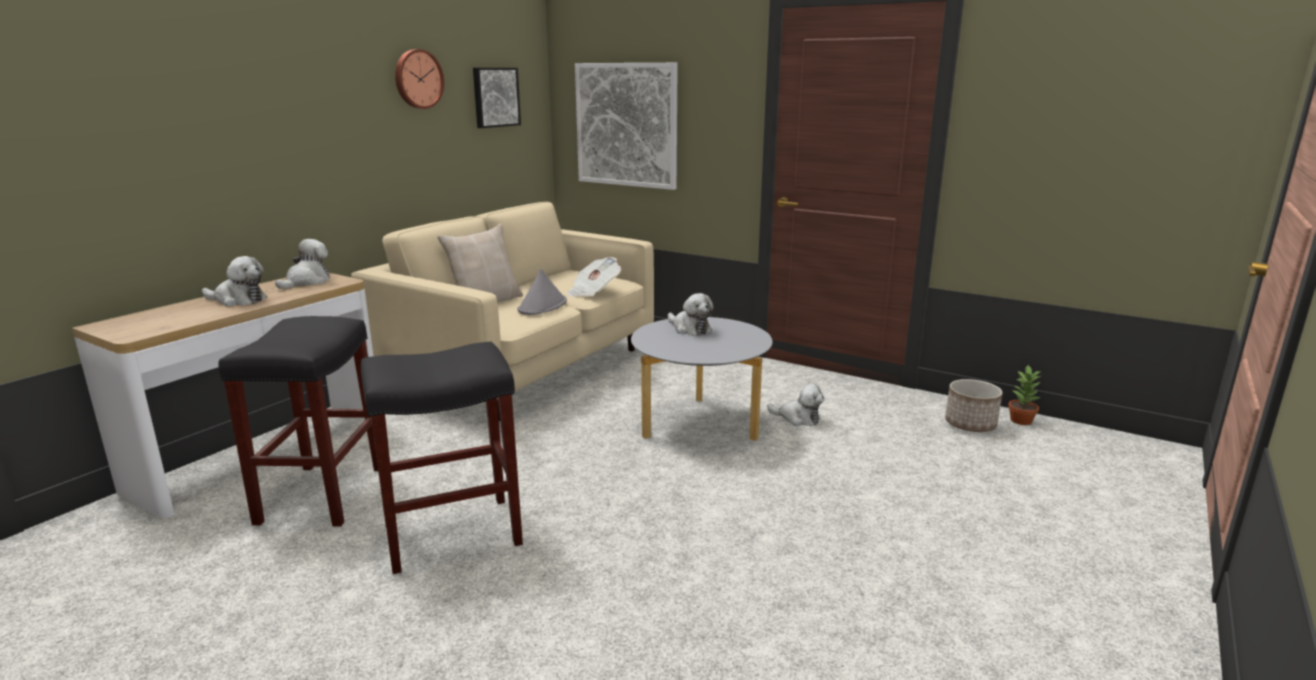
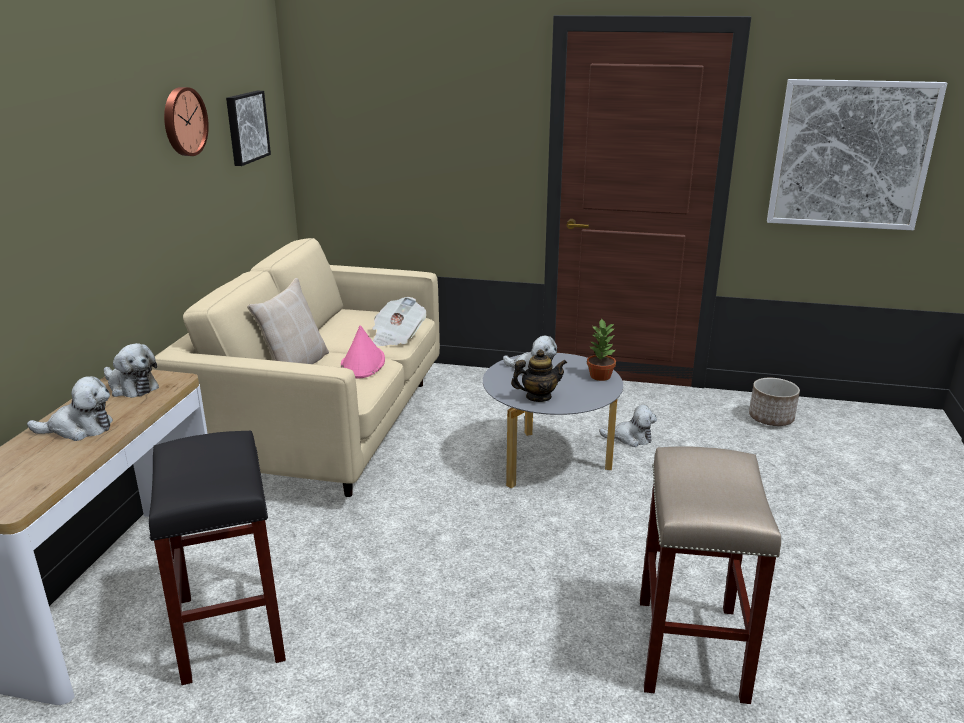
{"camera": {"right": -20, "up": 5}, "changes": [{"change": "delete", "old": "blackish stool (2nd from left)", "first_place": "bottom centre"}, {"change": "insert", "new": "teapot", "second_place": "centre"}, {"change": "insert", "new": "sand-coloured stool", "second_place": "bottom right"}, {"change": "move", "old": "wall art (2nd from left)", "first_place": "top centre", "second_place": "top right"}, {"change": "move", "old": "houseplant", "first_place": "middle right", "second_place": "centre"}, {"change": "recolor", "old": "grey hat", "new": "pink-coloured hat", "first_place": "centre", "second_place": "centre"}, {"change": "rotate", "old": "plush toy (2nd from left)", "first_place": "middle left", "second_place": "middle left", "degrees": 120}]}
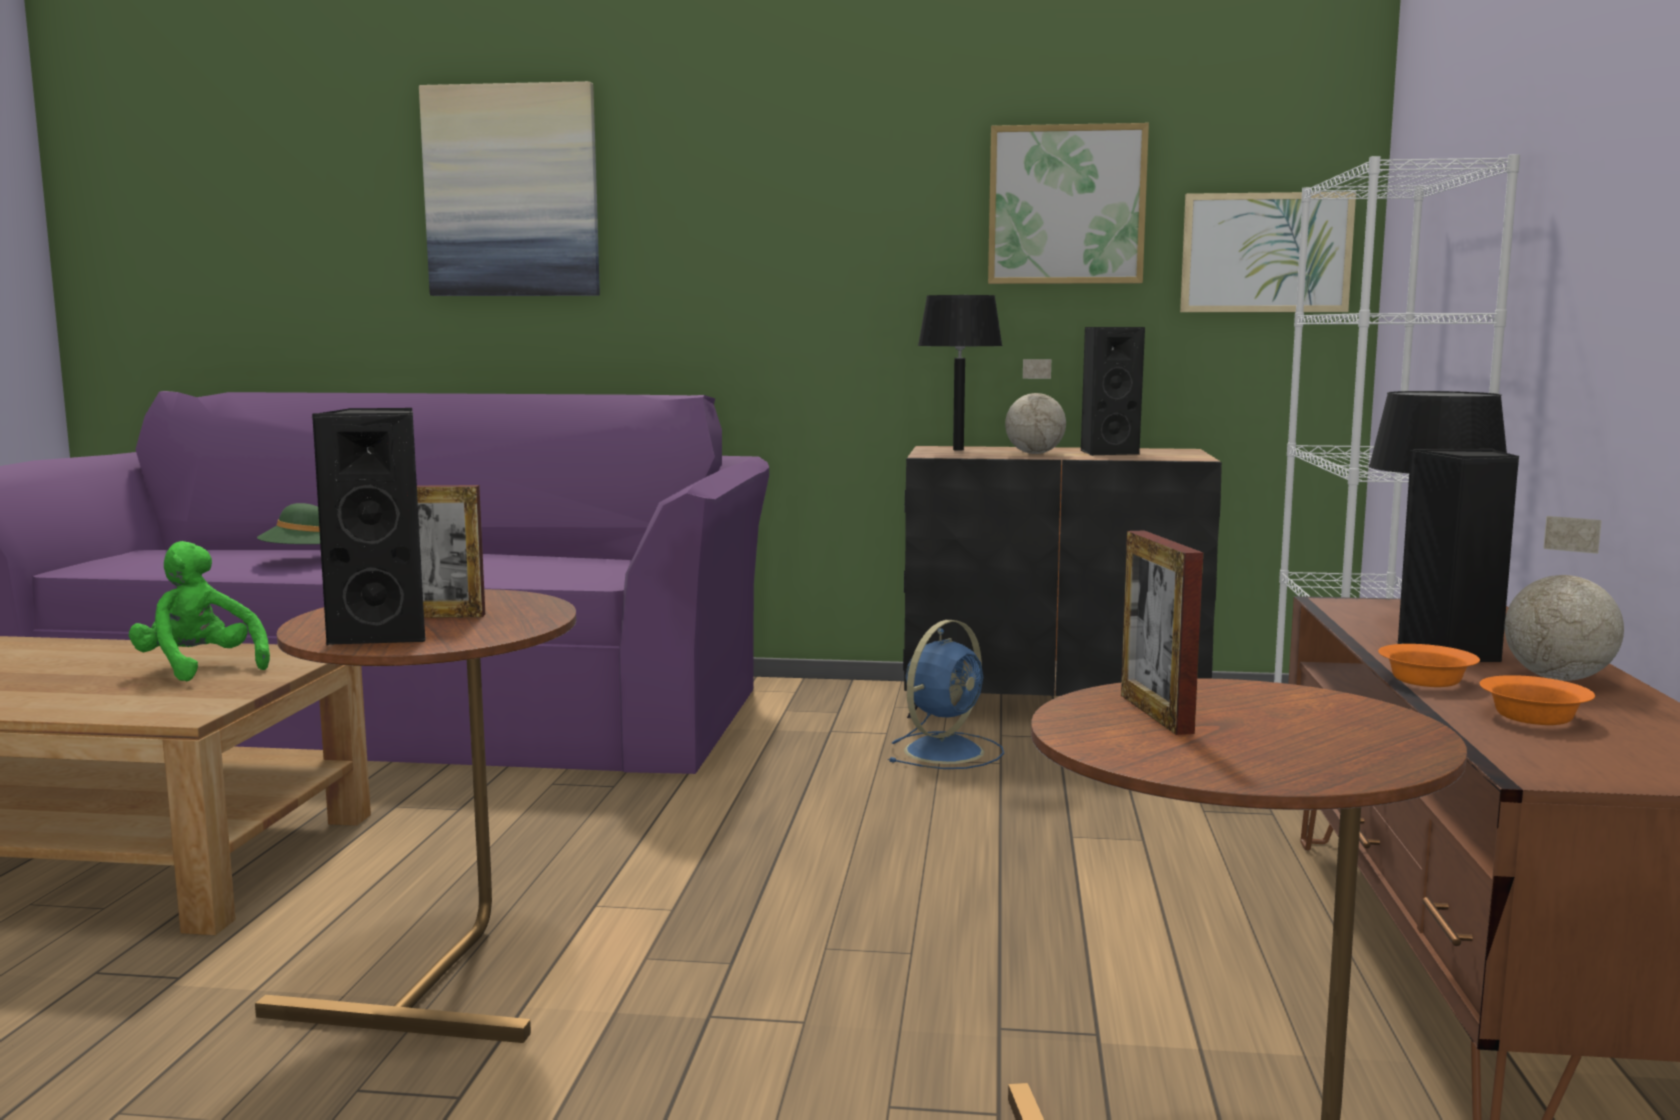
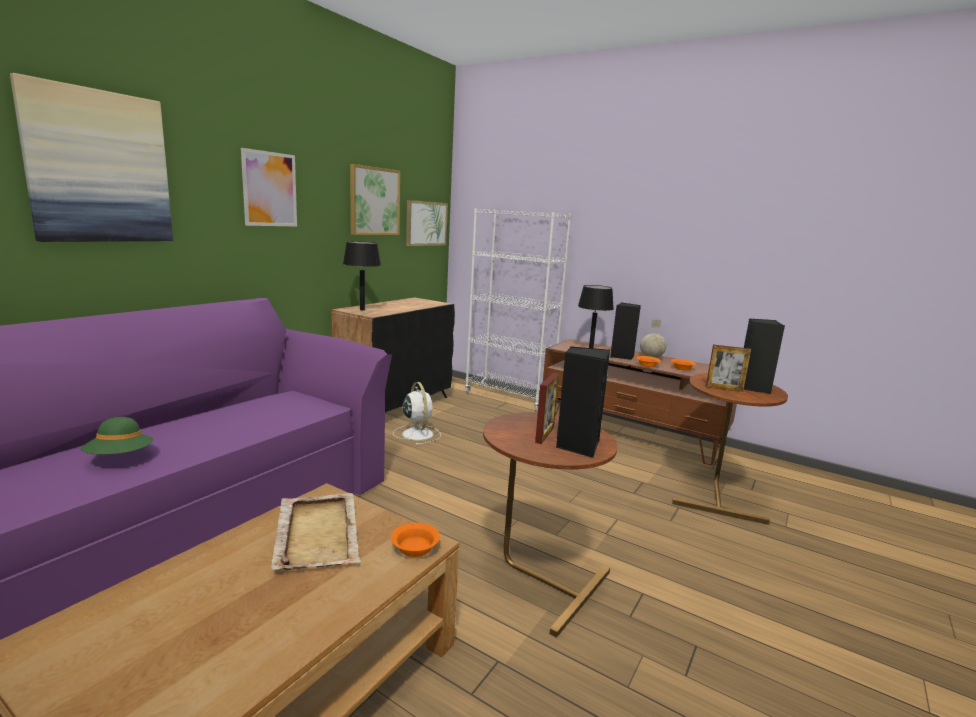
{"camera": {"right": -65, "up": 5}, "changes": [{"change": "delete", "old": "world globe (1st from left)", "first_place": "centre"}, {"change": "insert", "new": "wall art (2nd from left)", "second_place": "top left"}, {"change": "insert", "new": "orangey deep dish (1st from left)", "second_place": "bottom centre"}, {"change": "move", "old": "blackish speaker (2nd from left in the first image)", "new": "blackish speaker (3rd from left)", "first_place": "centre", "second_place": "middle right"}, {"change": "replace", "old": "greenish plush toy", "new": "sand-coloured tray", "first_place": "middle left", "second_place": "bottom left"}, {"change": "recolor", "old": "bluish fan", "new": "whitish fan", "first_place": "centre", "second_place": "centre"}]}
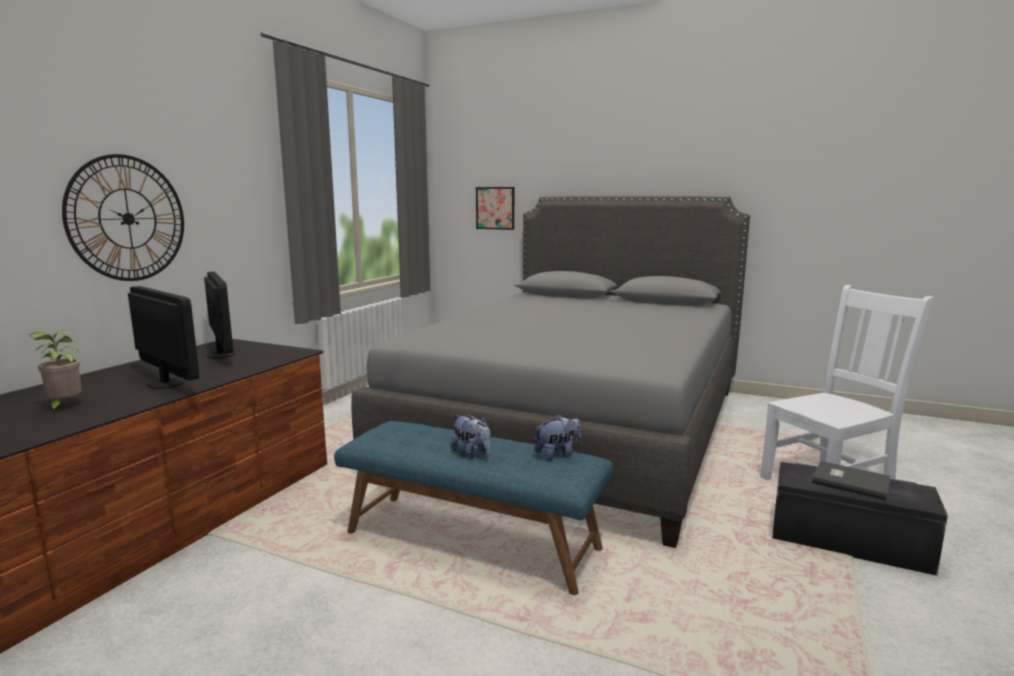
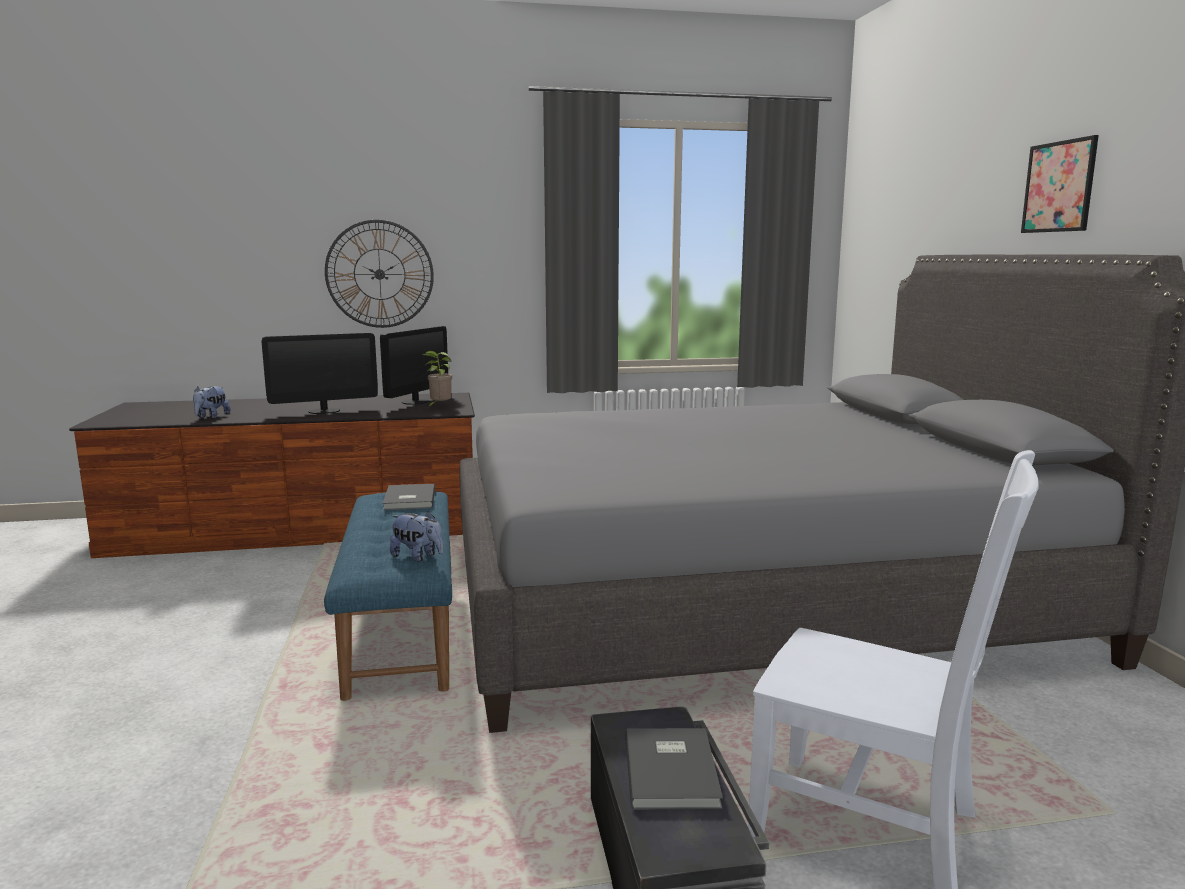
{"camera": {"right": 55, "up": 0}, "changes": [{"change": "insert", "new": "grey bound book (1st from left)", "second_place": "centre"}, {"change": "move", "old": "houseplant", "first_place": "middle left", "second_place": "centre"}, {"change": "move", "old": "plush toy (1st from left)", "first_place": "centre", "second_place": "middle left"}, {"change": "move", "old": "wall art", "first_place": "top centre", "second_place": "top right"}, {"change": "rotate", "old": "monitor (1st from left)", "first_place": "middle left", "second_place": "middle left", "degrees": 60}]}
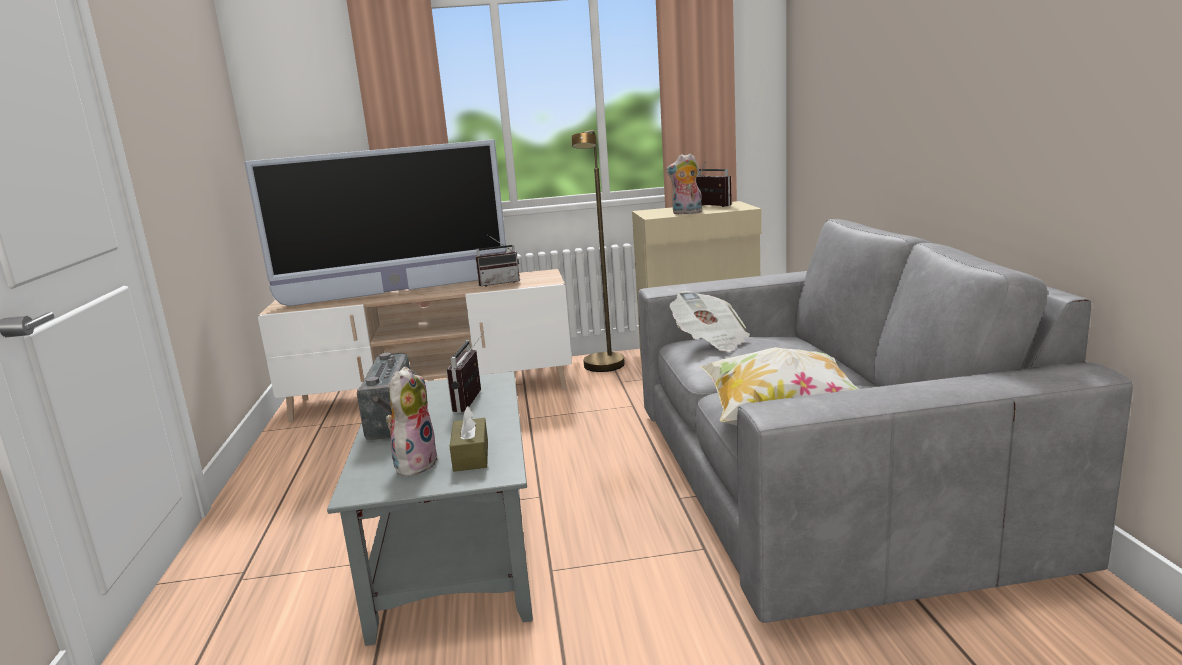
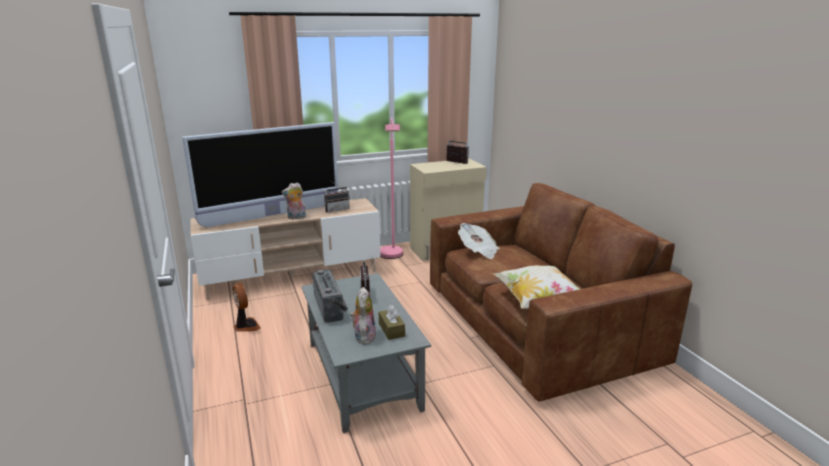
{"camera": {"right": -15, "up": 5}, "changes": [{"change": "insert", "new": "fan", "second_place": "middle left"}, {"change": "move", "old": "plush toy (2nd from left in the first image)", "new": "plush toy (1st from left)", "first_place": "top centre", "second_place": "centre"}, {"change": "recolor", "old": "brownish standing lamp", "new": "pink-coloured standing lamp", "first_place": "centre", "second_place": "centre"}, {"change": "recolor", "old": "grey sofa", "new": "brownish sofa", "first_place": "middle right", "second_place": "middle right"}]}
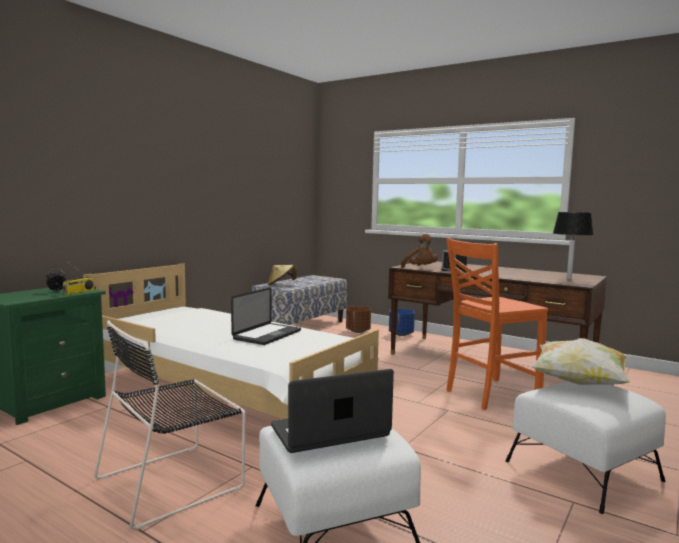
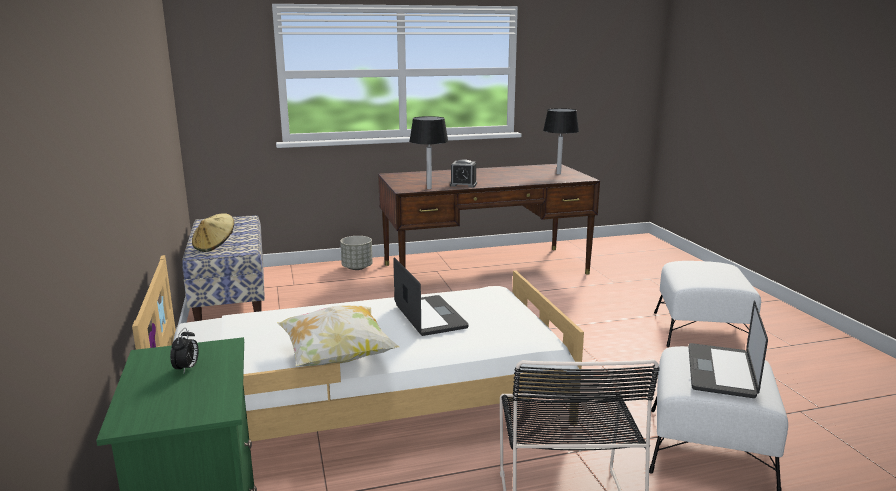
{"camera": {"right": -50, "up": 10}, "changes": [{"change": "delete", "old": "radio receiver", "first_place": "middle left"}, {"change": "delete", "old": "brownish flower pot", "first_place": "centre"}, {"change": "delete", "old": "orangey upright chair", "first_place": "middle right"}, {"change": "move", "old": "cushion", "first_place": "middle right", "second_place": "bottom centre"}, {"change": "replace", "old": "brownish plush toy", "new": "blackish table lamp (1st from left)", "first_place": "centre", "second_place": "top centre"}, {"change": "recolor", "old": "bluish flower pot", "new": "grey flower pot", "first_place": "centre", "second_place": "centre"}]}
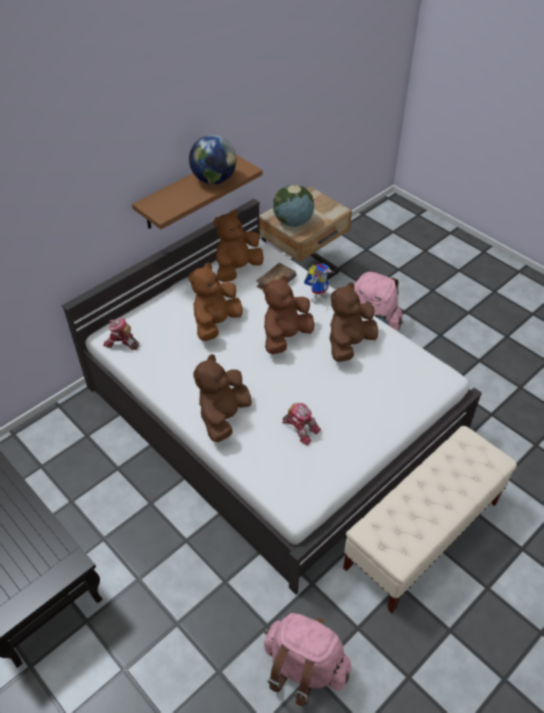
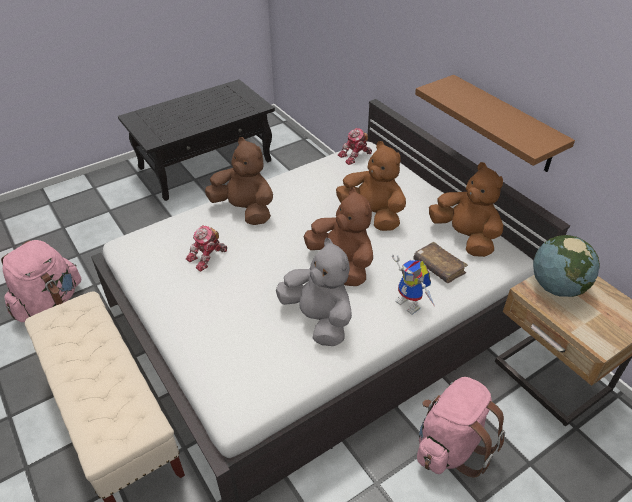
{"camera": {"right": 100, "up": -5}, "changes": [{"change": "delete", "old": "world globe (1st from left)", "first_place": "top centre"}, {"change": "recolor", "old": "brownish plush toy (5th from left)", "new": "grey plush toy", "first_place": "centre", "second_place": "centre"}, {"change": "rotate", "old": "toy robot (1st from left in the first image)", "first_place": "middle left", "second_place": "top centre", "degrees": -150}]}
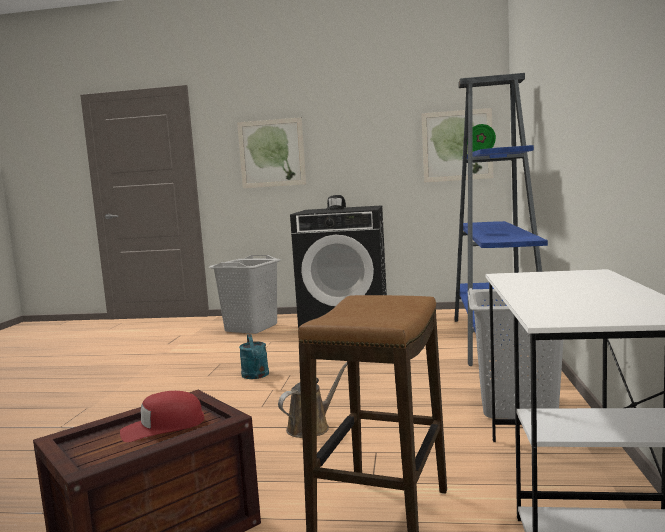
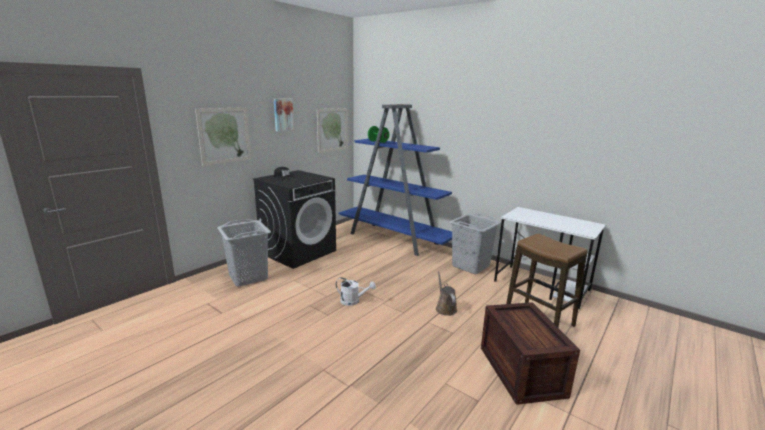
{"camera": {"right": -60, "up": 10}, "changes": [{"change": "delete", "old": "reddish peaked cap", "first_place": "bottom left"}, {"change": "insert", "new": "wall art (2nd from left)", "second_place": "top centre"}, {"change": "recolor", "old": "turquoise-coloured sprinkling can", "new": "whitish sprinkling can", "first_place": "bottom centre", "second_place": "bottom centre"}]}
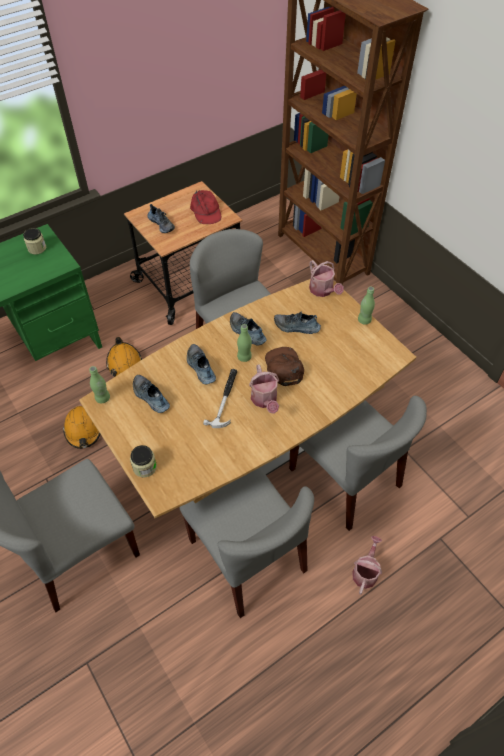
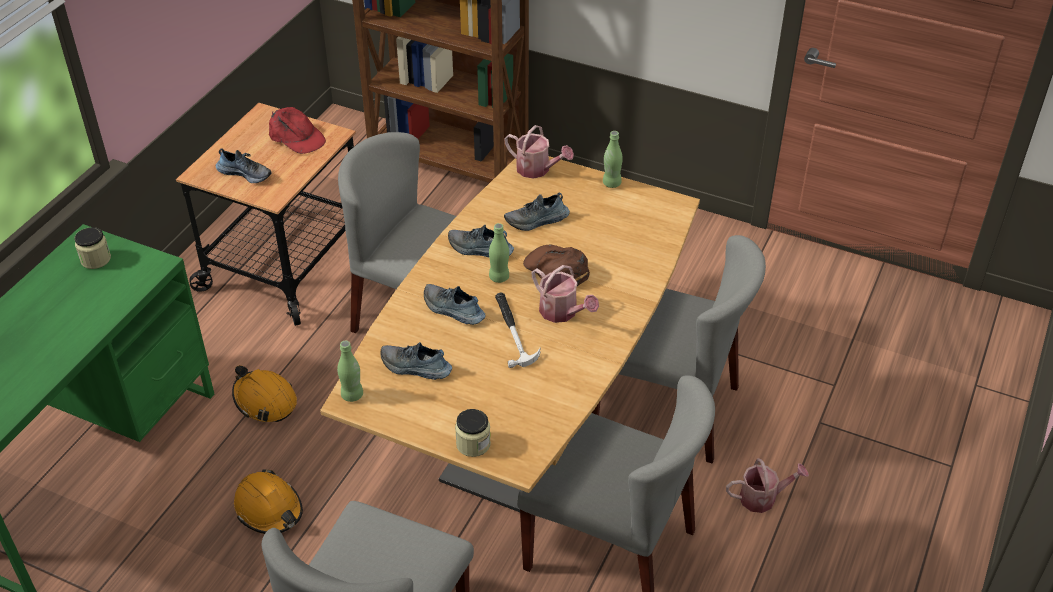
{"camera": {"right": -30, "up": -10}, "changes": [{"change": "rotate", "old": "sprinkling can (3rd from left)", "first_place": "bottom right", "second_place": "bottom right", "degrees": 90}]}
